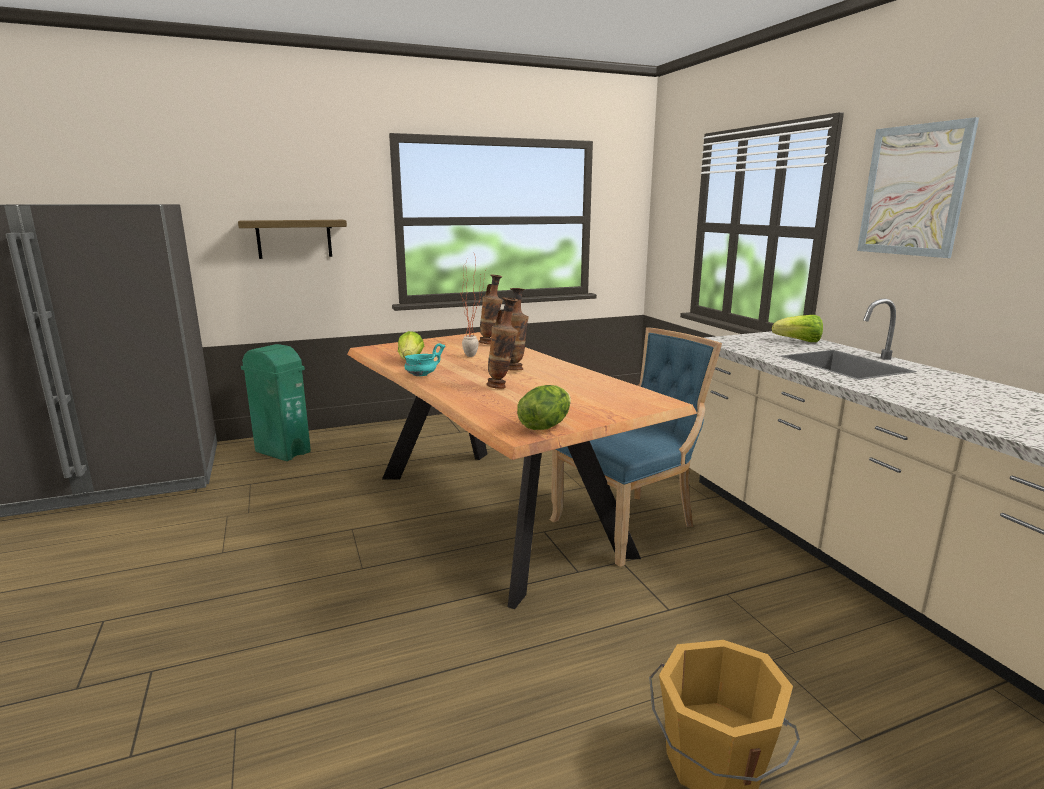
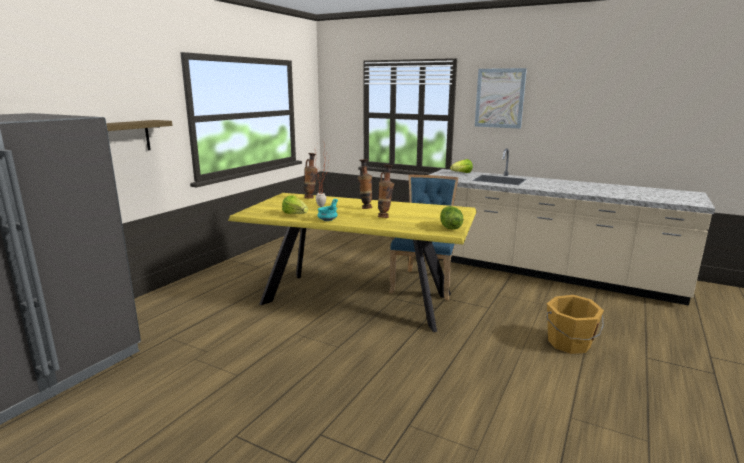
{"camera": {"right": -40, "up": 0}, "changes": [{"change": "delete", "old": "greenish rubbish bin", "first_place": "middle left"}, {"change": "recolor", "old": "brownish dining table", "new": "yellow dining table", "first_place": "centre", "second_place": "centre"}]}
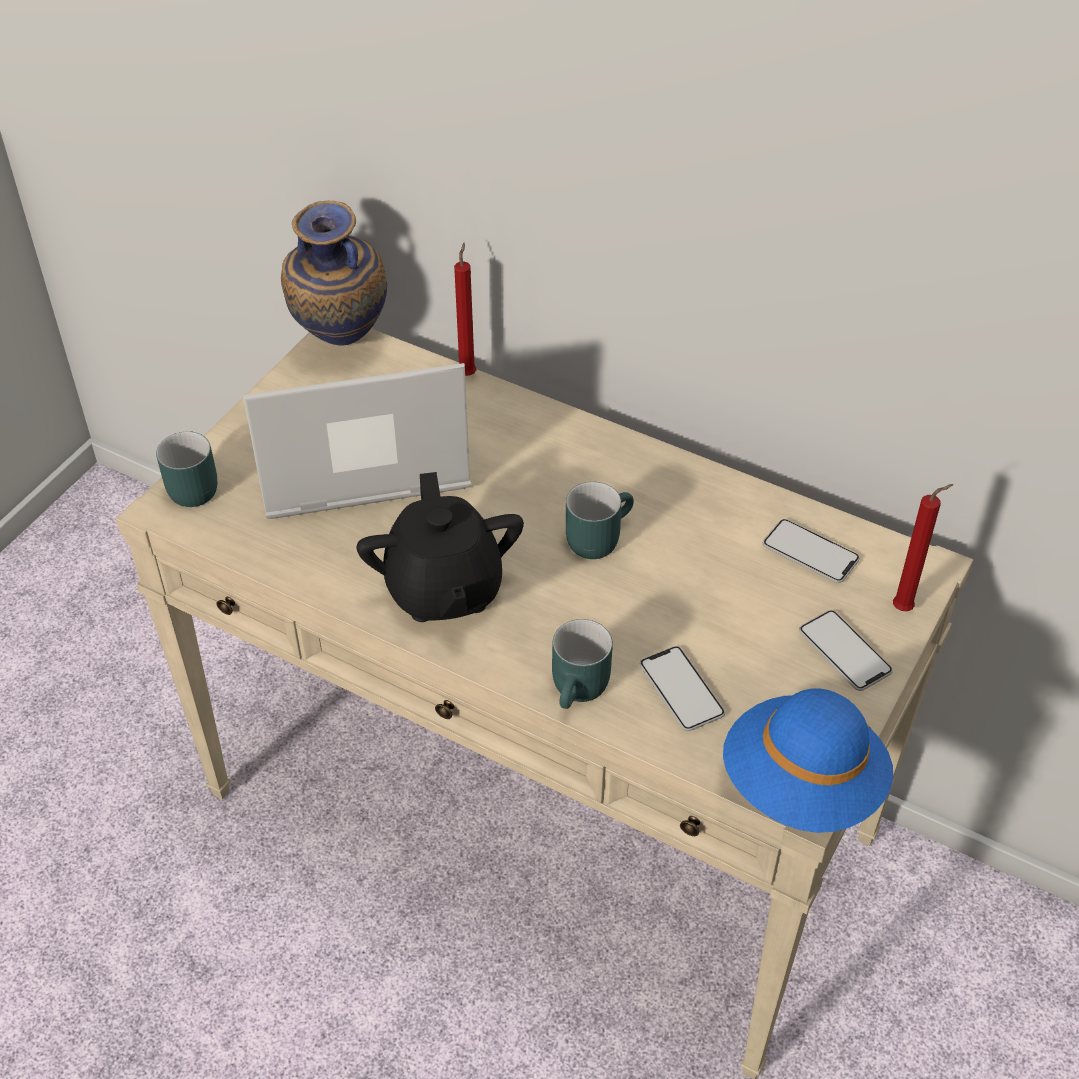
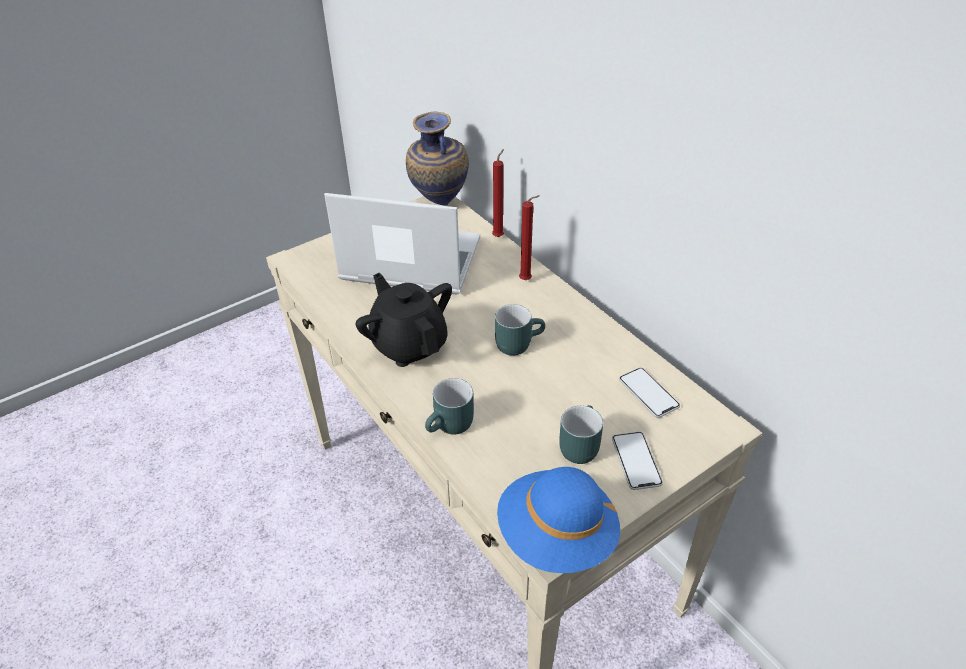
{"camera": {"right": 25, "up": -5}, "changes": [{"change": "delete", "old": "phone (1st from left)", "first_place": "centre"}, {"change": "move", "old": "turquoise-coloured mug (1st from left in the first image)", "new": "turquoise-coloured mug (3rd from left)", "first_place": "middle left", "second_place": "centre"}, {"change": "move", "old": "reddish wax candle (2nd from left)", "first_place": "middle right", "second_place": "centre"}, {"change": "rotate", "old": "blackish teapot", "first_place": "centre", "second_place": "centre", "degrees": 135}]}
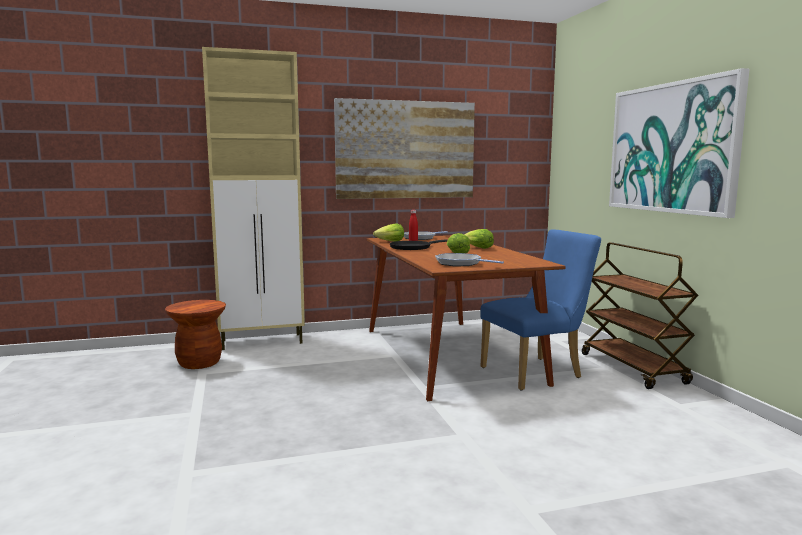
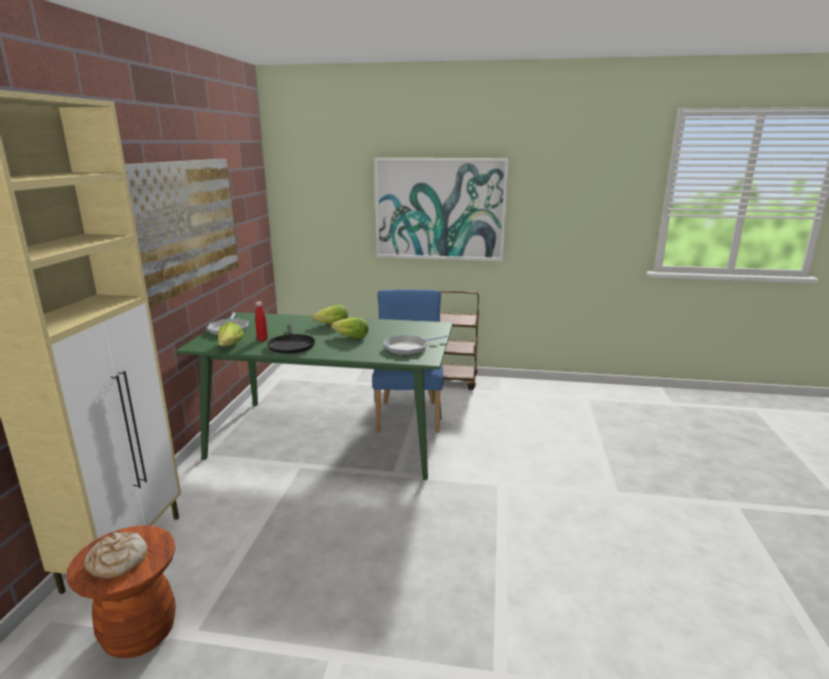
{"camera": {"right": -65, "up": 10}, "changes": [{"change": "insert", "new": "baked bread", "second_place": "bottom left"}, {"change": "recolor", "old": "brownish dining table", "new": "greenish dining table", "first_place": "centre", "second_place": "centre"}]}
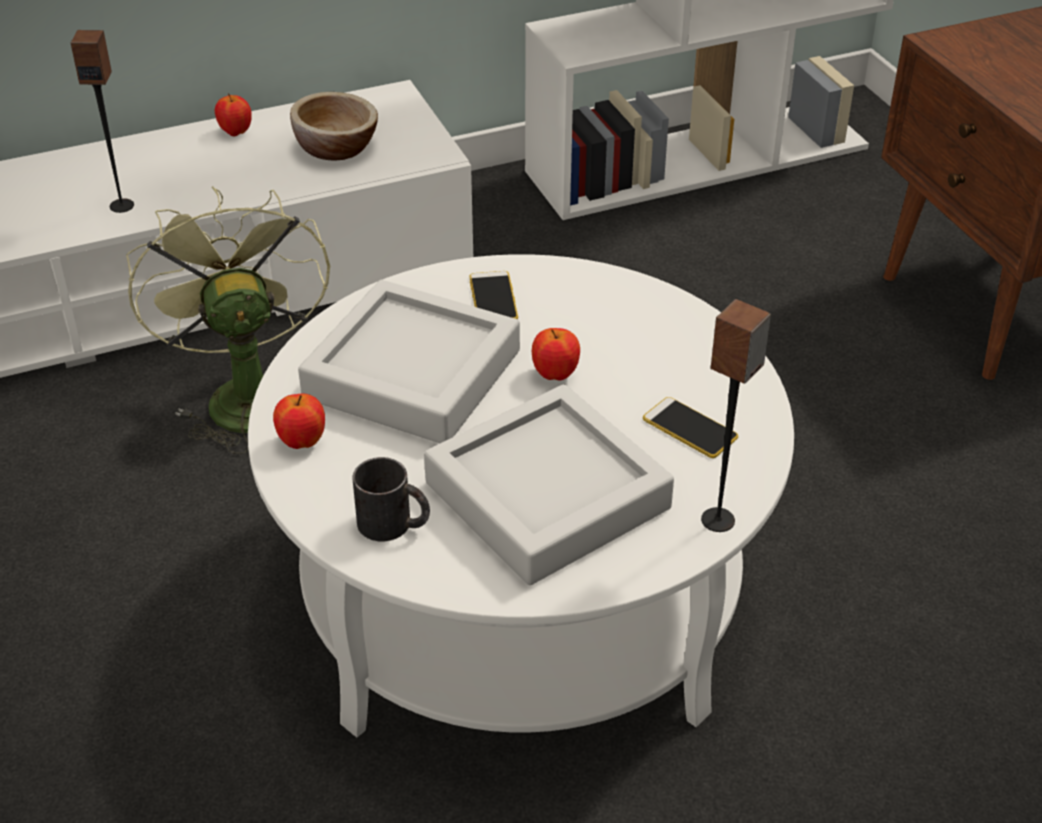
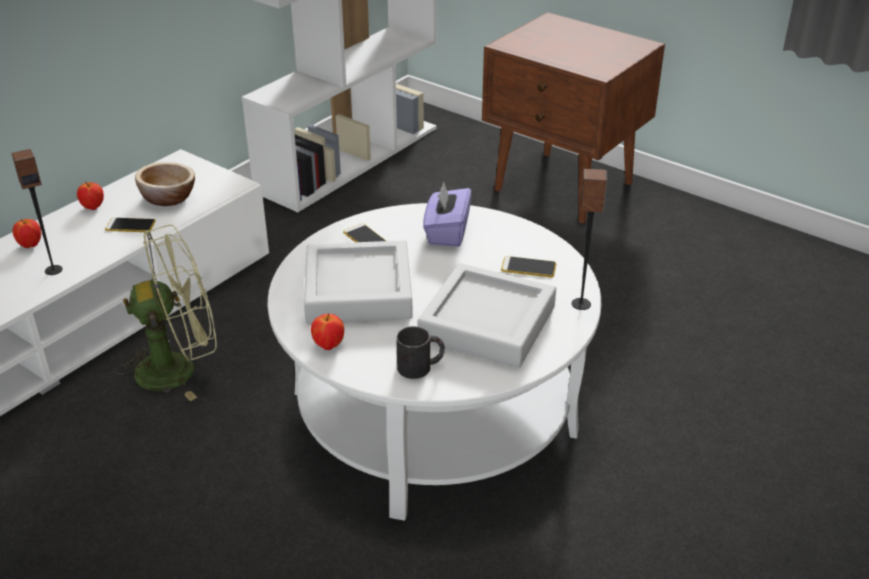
{"camera": {"right": -30, "up": -5}, "changes": [{"change": "insert", "new": "phone (1st from left)", "second_place": "middle left"}, {"change": "insert", "new": "purple-coloured tissue holder", "second_place": "centre"}, {"change": "move", "old": "apple fruit (3rd from left in the first image)", "new": "apple fruit (1st from left)", "first_place": "centre", "second_place": "middle left"}, {"change": "rotate", "old": "greenish fan", "first_place": "middle left", "second_place": "middle left", "degrees": 120}]}
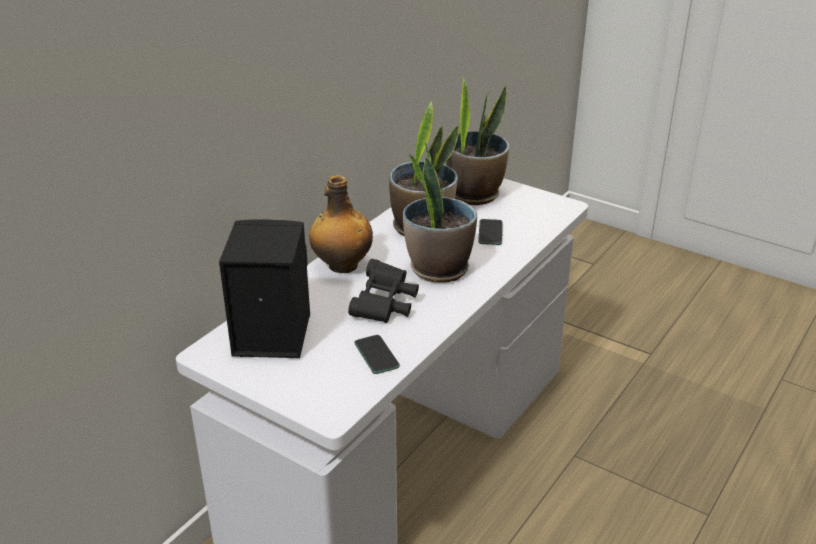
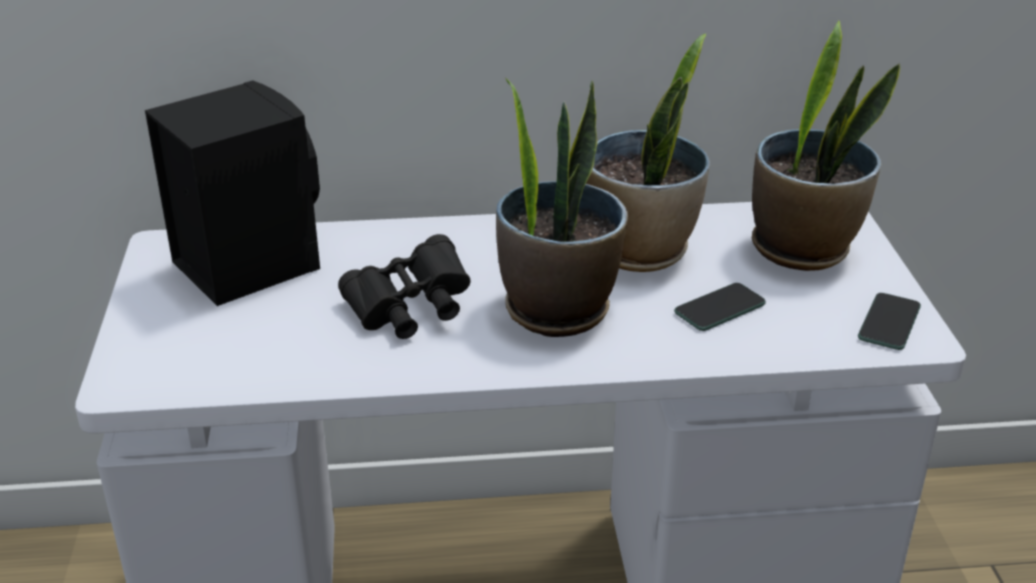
{"camera": {"right": 50, "up": 0}, "changes": [{"change": "delete", "old": "beverage bottle", "first_place": "centre"}, {"change": "move", "old": "phone (1st from left in the first image)", "new": "phone (2nd from left)", "first_place": "centre", "second_place": "middle right"}]}
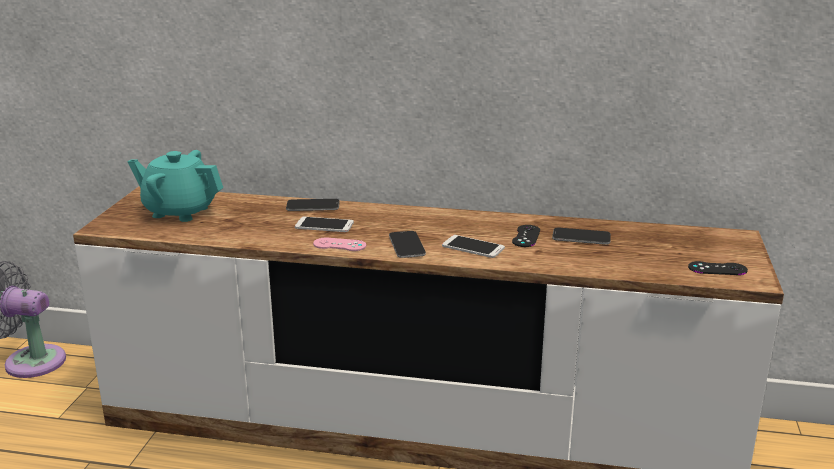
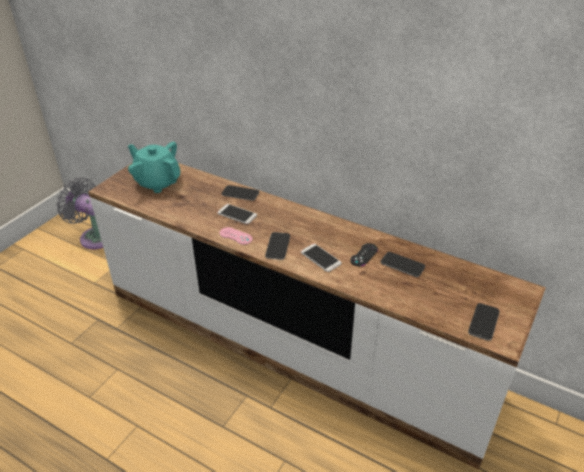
{"camera": {"right": 20, "up": 15}, "changes": [{"change": "replace", "old": "blackish game controller (2nd from left)", "new": "phone (6th from left)", "first_place": "middle right", "second_place": "bottom right"}]}
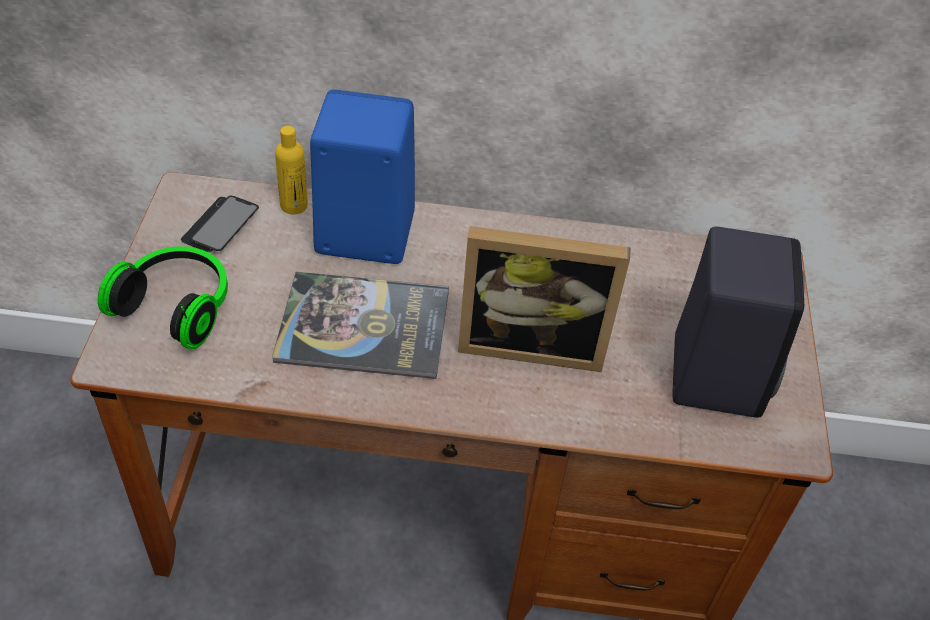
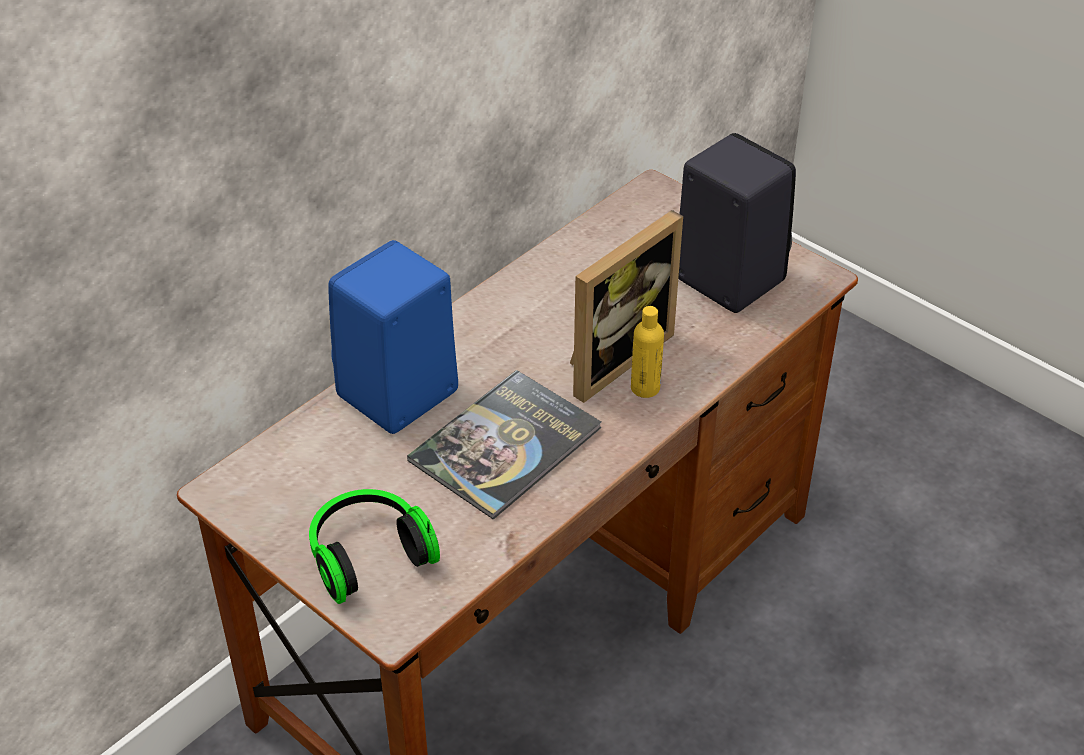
{"camera": {"right": -50, "up": -5}, "changes": [{"change": "delete", "old": "phone", "first_place": "middle left"}, {"change": "move", "old": "yellow beverage bottle", "first_place": "top left", "second_place": "centre"}]}
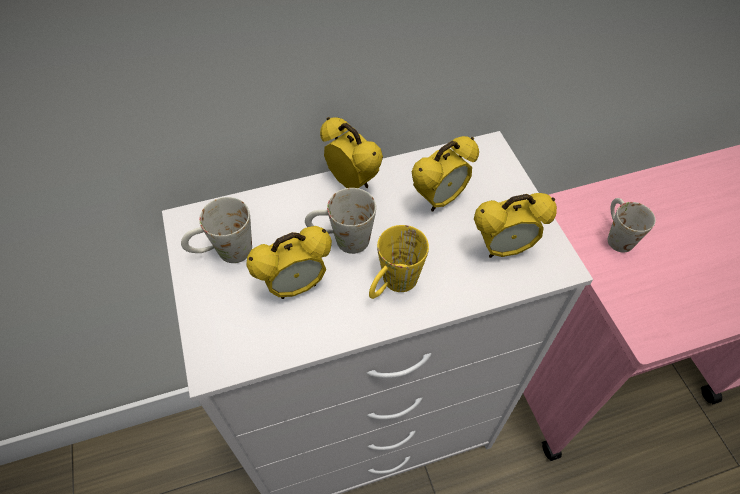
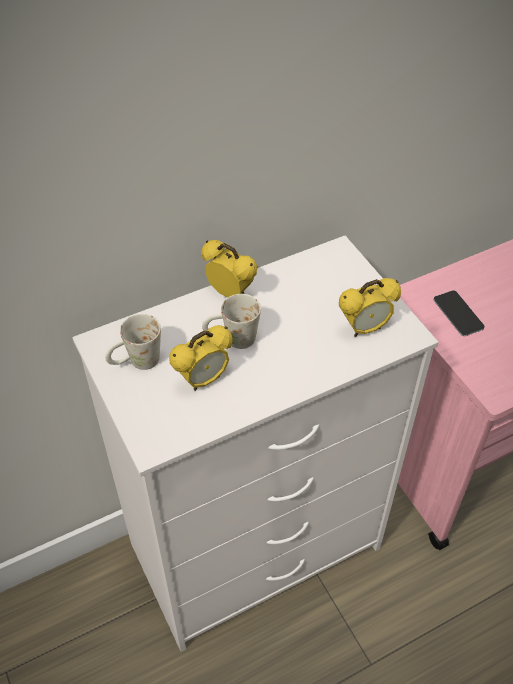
{"camera": {"right": -10, "up": -5}, "changes": [{"change": "delete", "old": "yellow mug", "first_place": "centre"}, {"change": "delete", "old": "table clock (3rd from left)", "first_place": "centre"}, {"change": "replace", "old": "whitish mug (3rd from left)", "new": "phone", "first_place": "middle right", "second_place": "middle right"}]}
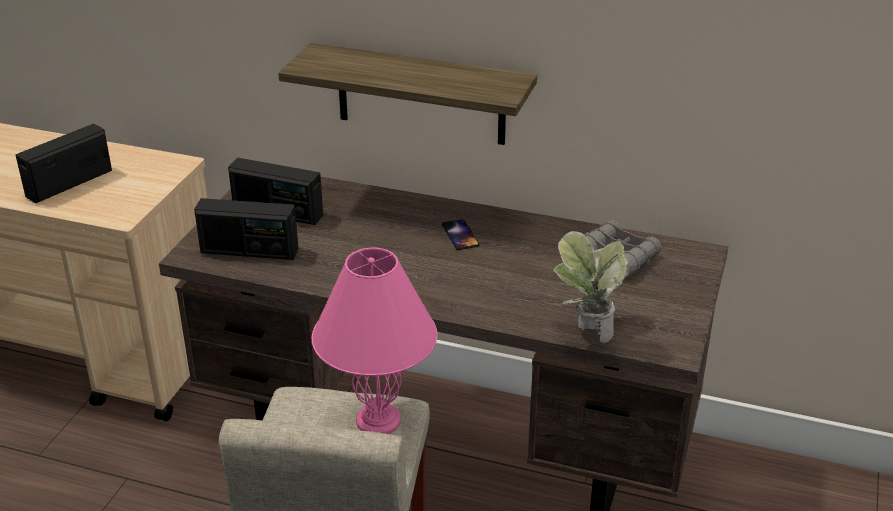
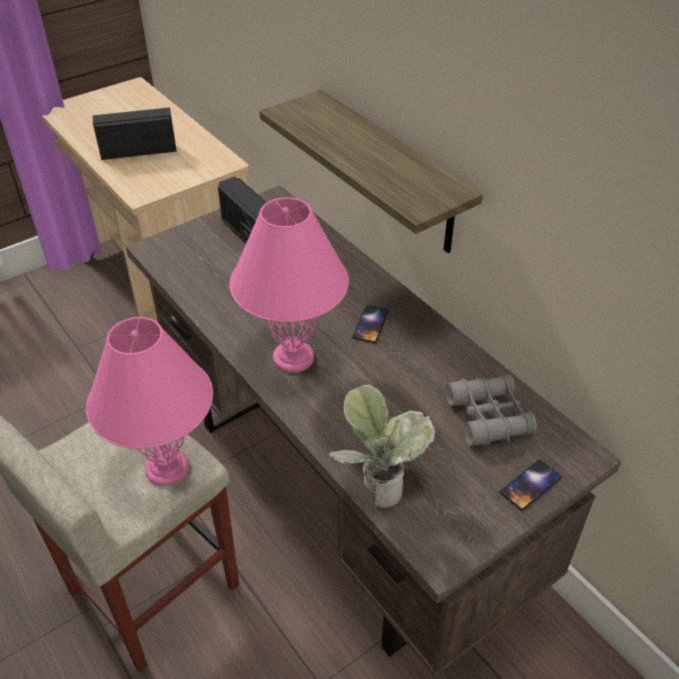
{"camera": {"right": 35, "up": 10}, "changes": [{"change": "delete", "old": "radio receiver (2nd from left)", "first_place": "middle left"}, {"change": "insert", "new": "pink-coloured table lamp (2nd from left)", "second_place": "centre"}, {"change": "insert", "new": "phone (2nd from left)", "second_place": "bottom right"}]}
